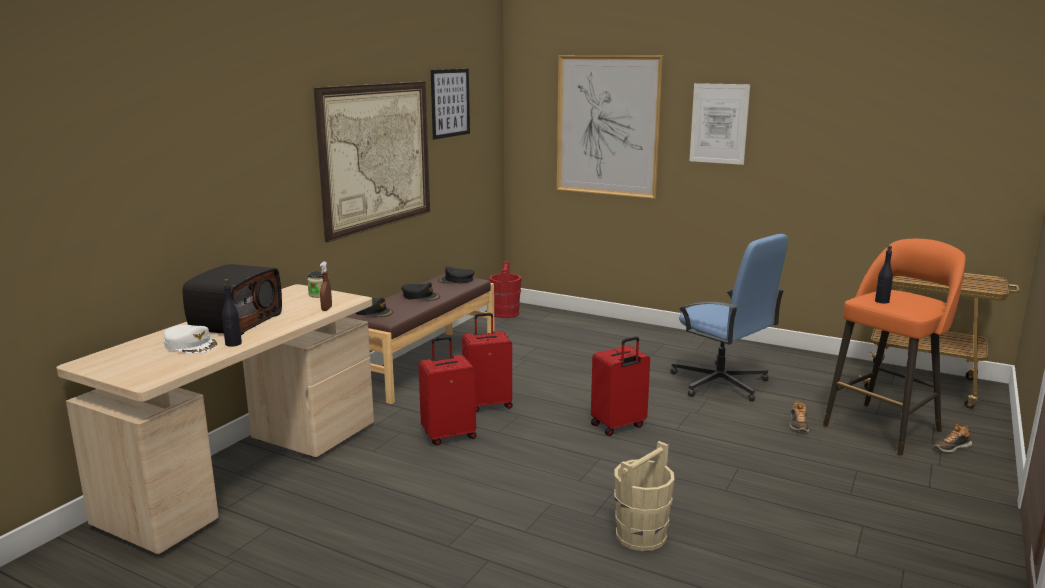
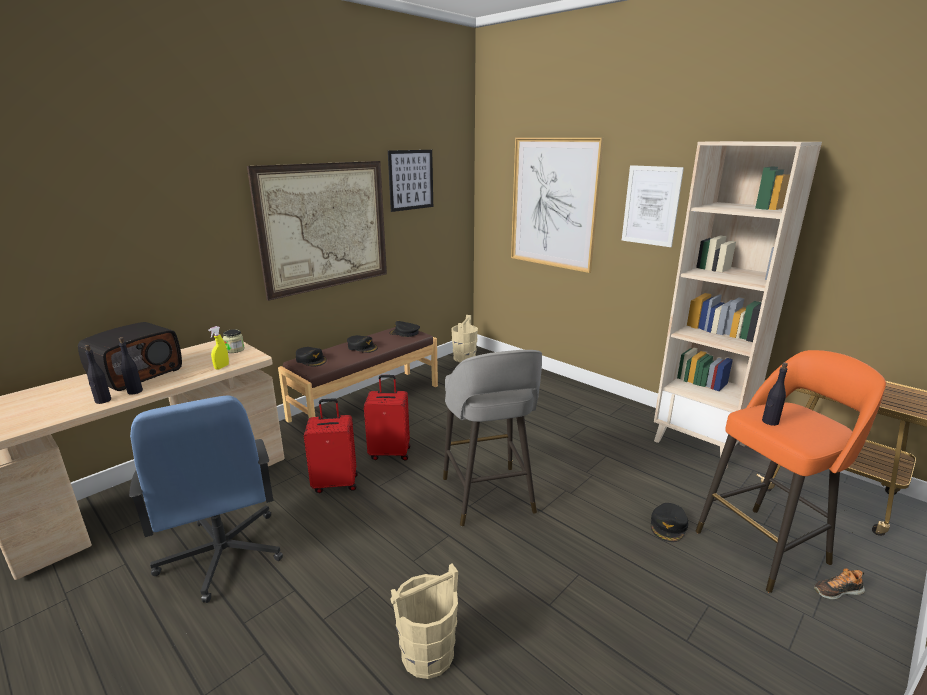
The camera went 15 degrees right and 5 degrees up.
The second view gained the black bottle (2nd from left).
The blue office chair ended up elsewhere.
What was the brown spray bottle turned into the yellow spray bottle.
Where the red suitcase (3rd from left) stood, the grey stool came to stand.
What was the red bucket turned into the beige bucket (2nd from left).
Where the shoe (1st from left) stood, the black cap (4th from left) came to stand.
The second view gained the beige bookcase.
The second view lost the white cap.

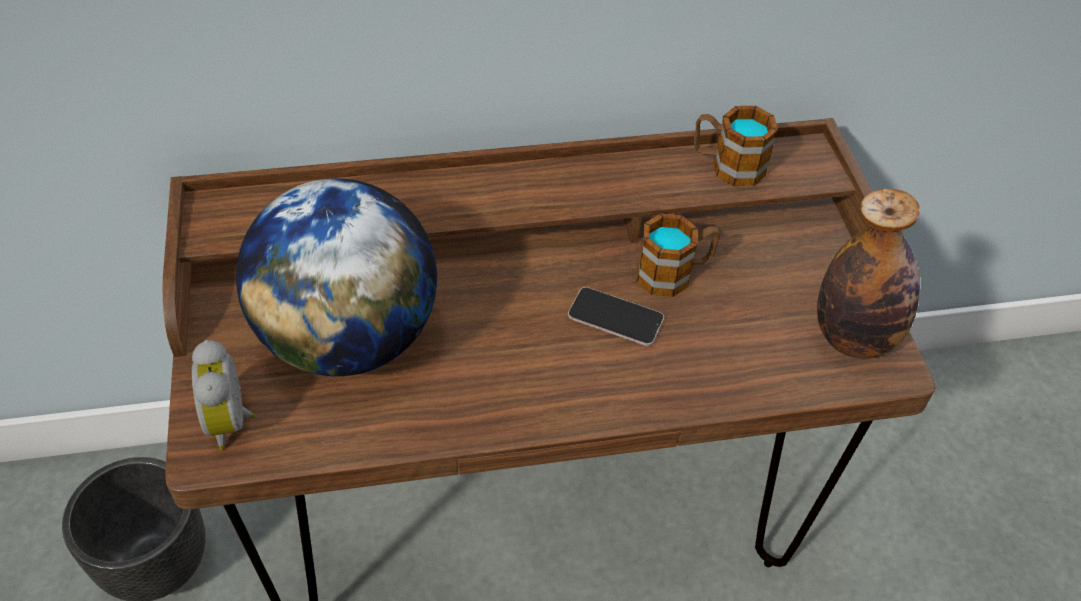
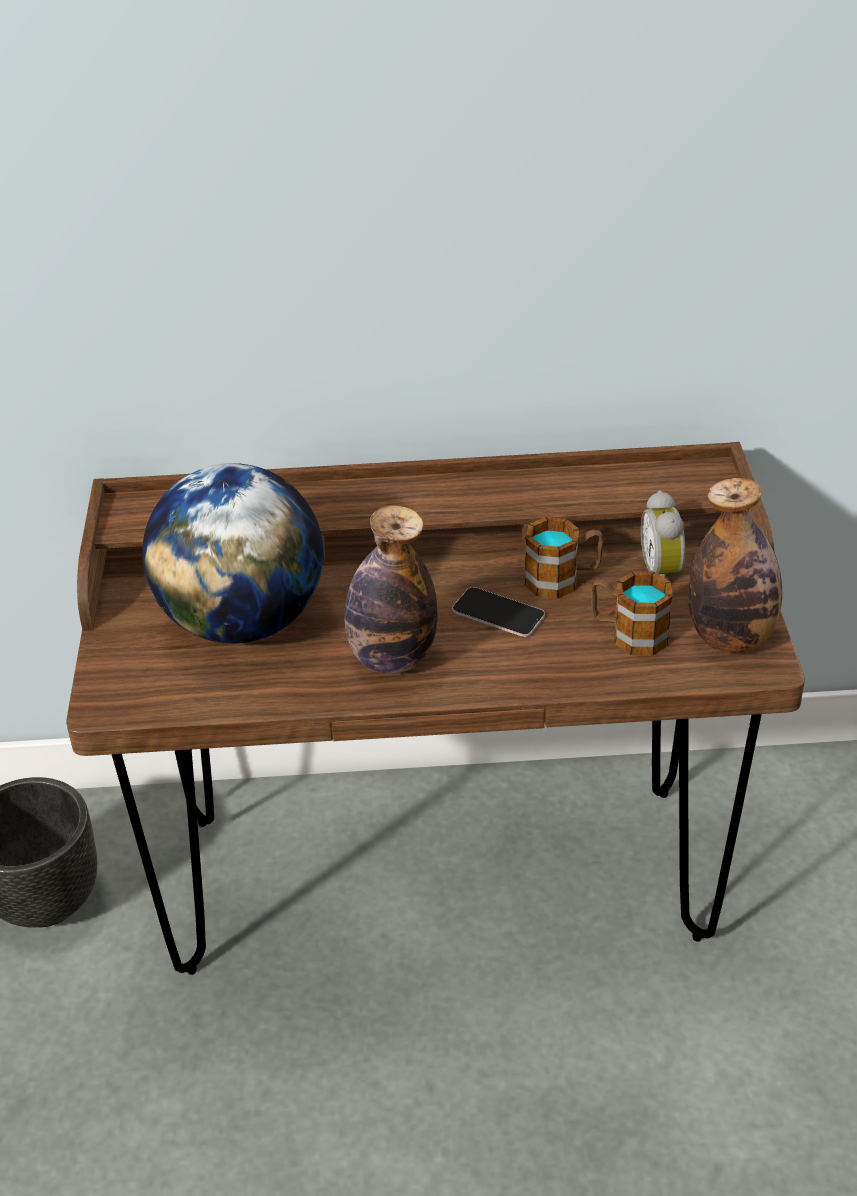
The camera went 10 degrees right and 10 degrees down.
The second view gained the bottle (1st from left).
The mug (2nd from left) ended up elsewhere.
The alarm clock ended up elsewhere.

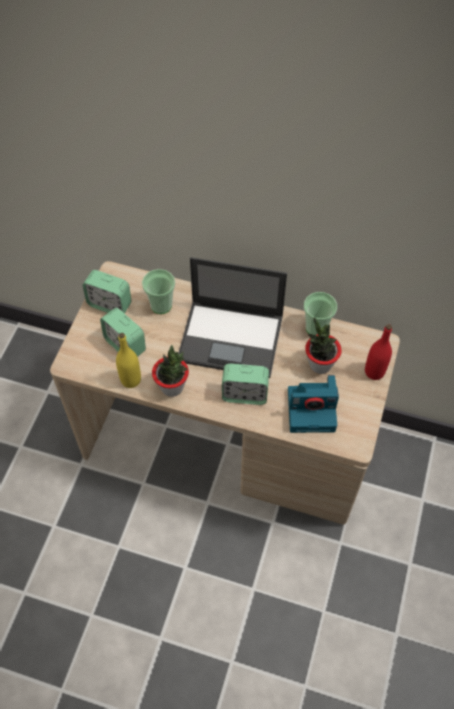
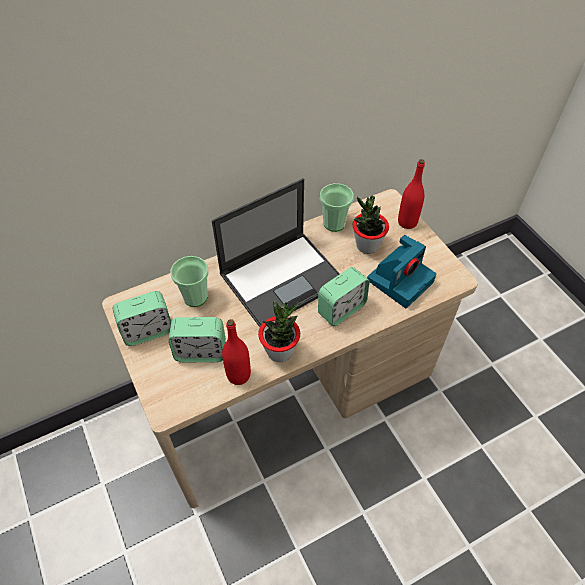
The camera went 45 degrees left and 5 degrees down.
What was the yellow bottle turned into the red bottle (1st from left).

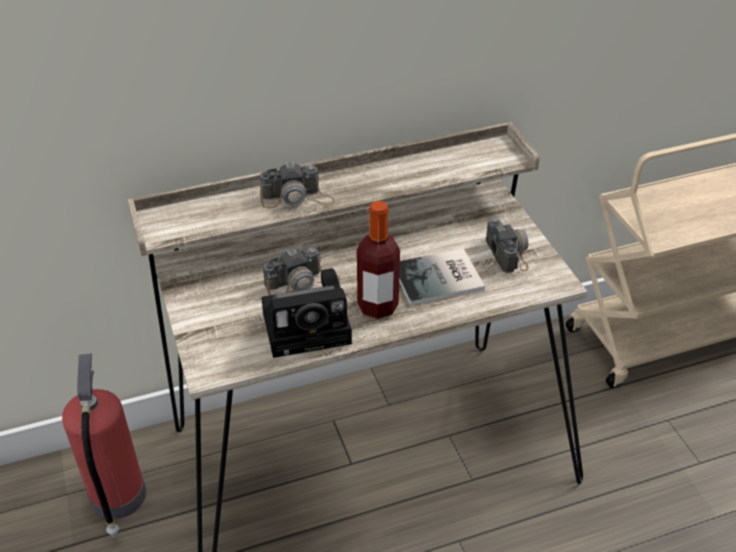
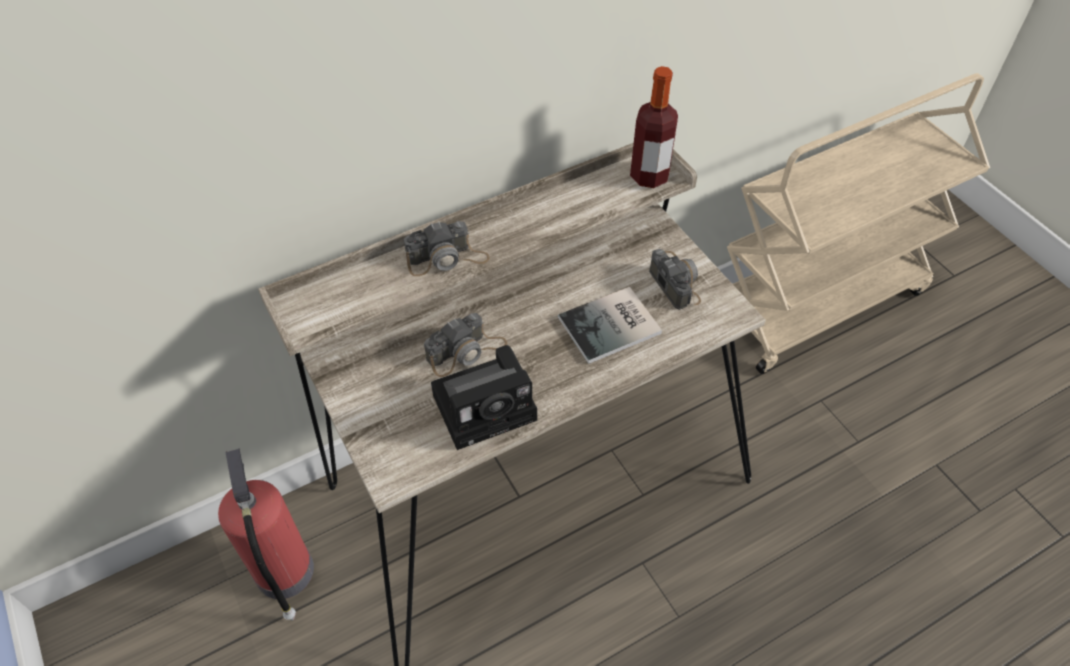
The camera went 10 degrees left and 10 degrees up.
The bottle ended up elsewhere.

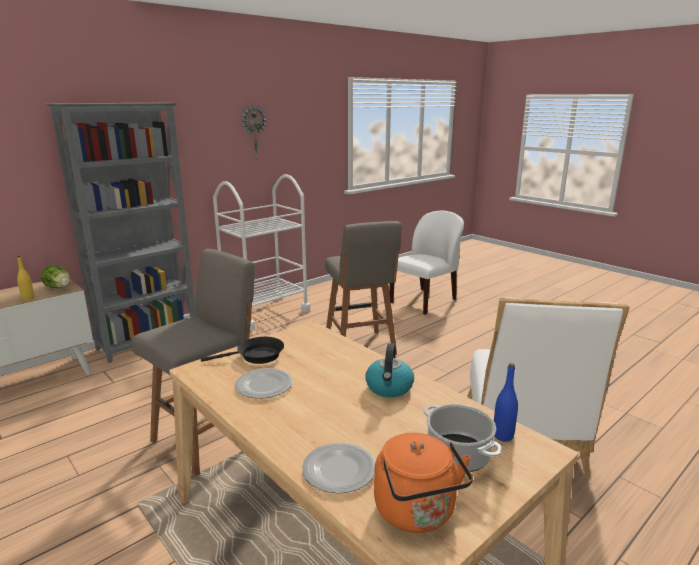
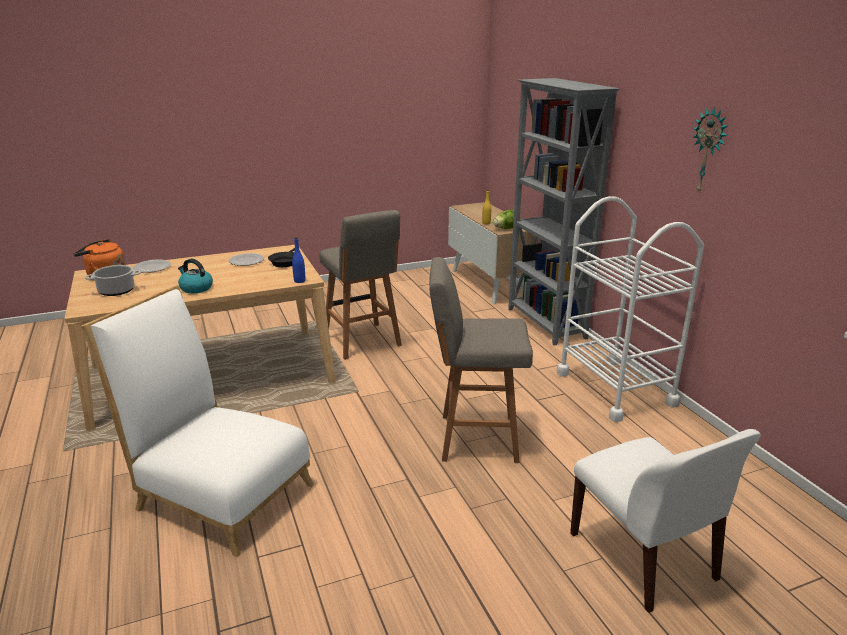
The camera went 110 degrees right and 5 degrees up.
The blue bottle ended up elsewhere.

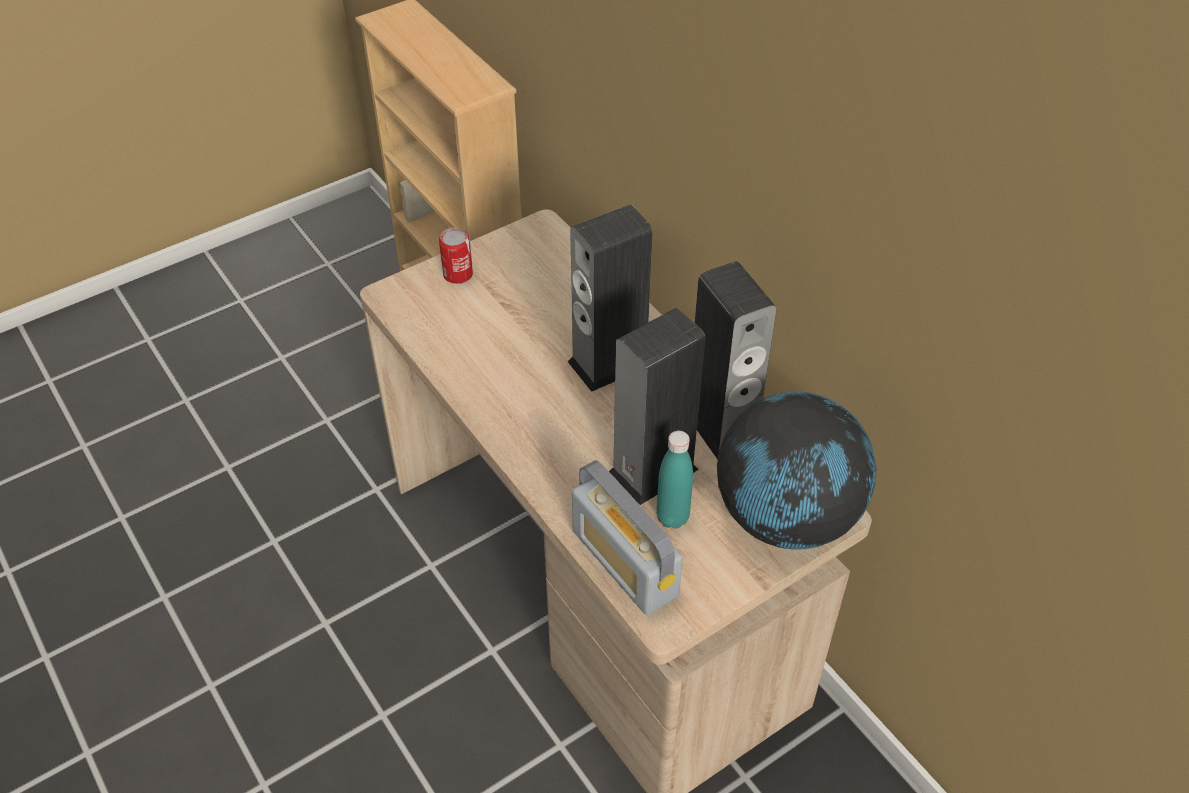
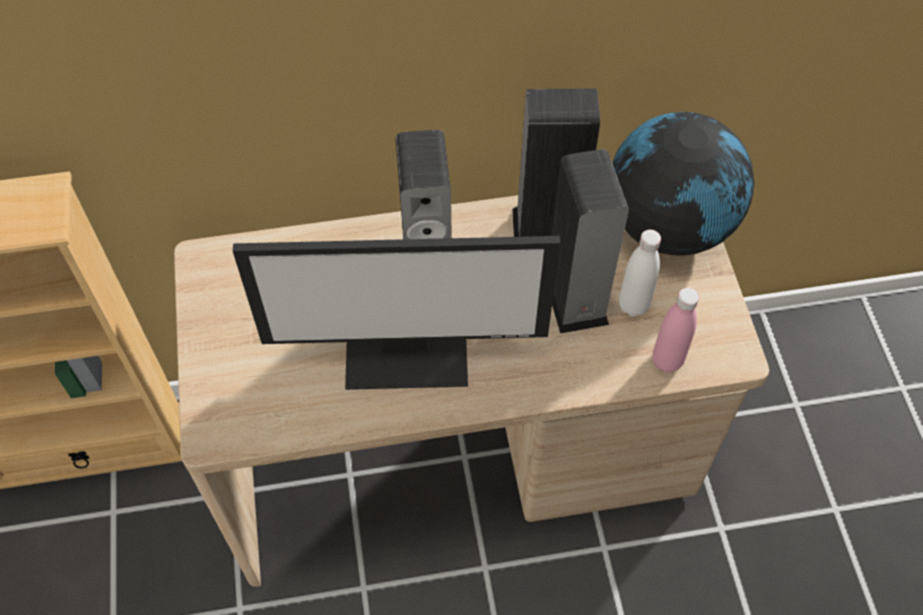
The camera went 65 degrees left and 10 degrees up.
The second view gained the monitor.
What was the turquoise bottle turned into the white bottle.
Where the radio stood, the pink bottle came to stand.
The second view lost the can.

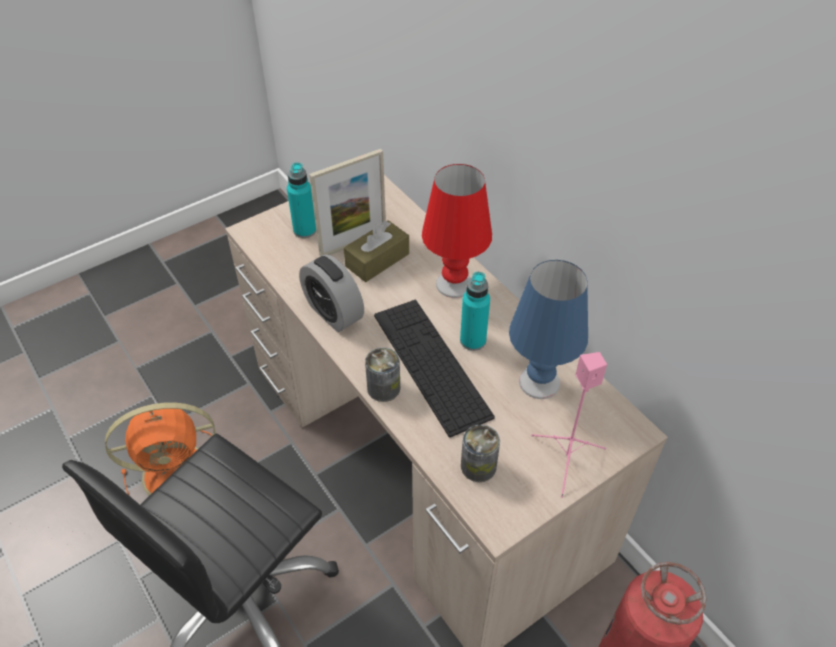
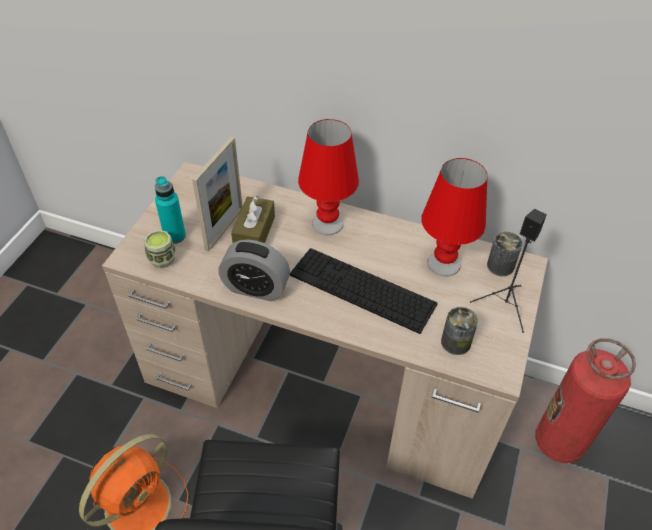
The camera went 35 degrees left and 0 degrees up.
The second view gained the cup.
What was the blue table lamp turned into the red table lamp (2nd from left).
What was the pink speaker turned into the black speaker.
The can (1st from left in the first image) ended up elsewhere.
The second view lost the turquoise bottle (2nd from left).

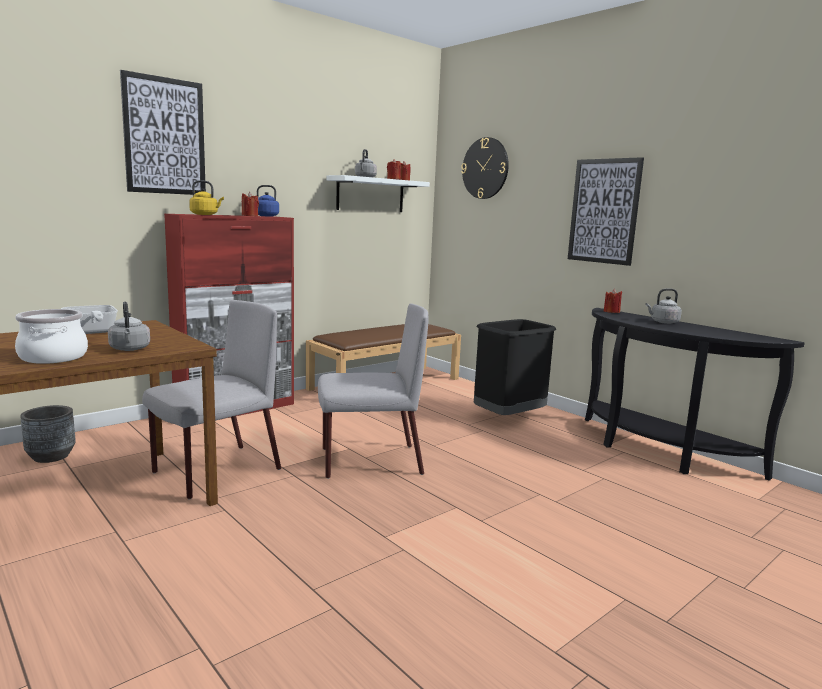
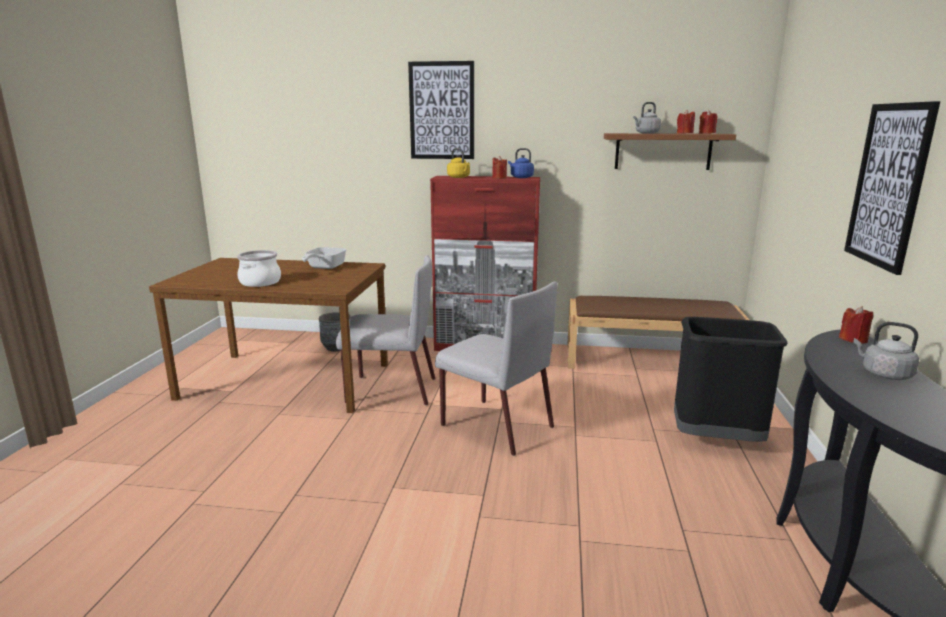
The camera went 50 degrees right and 5 degrees up.
What was the white shelf turned into the brown shelf.
The second view lost the grey kettle (1st from left).
The second view lost the wall clock.

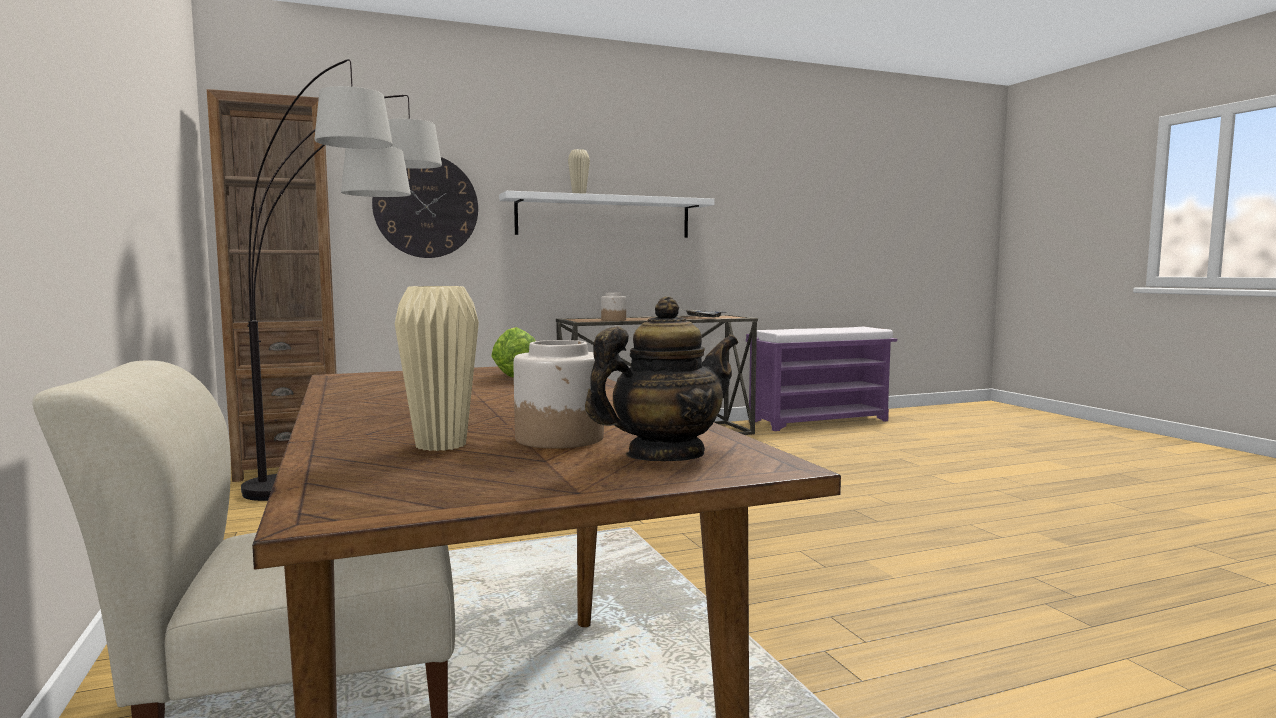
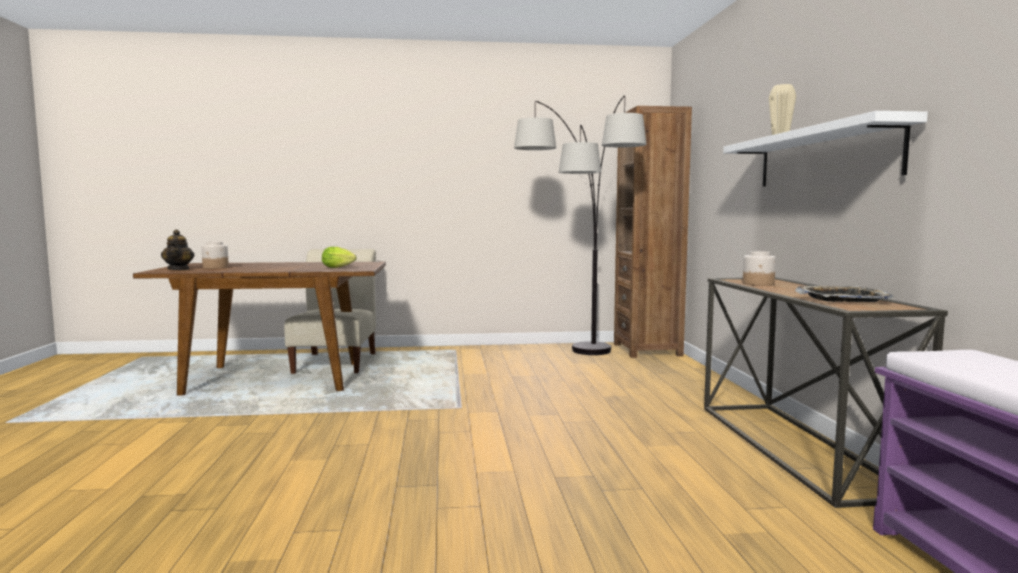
The camera went 105 degrees right and 0 degrees up.
The second view lost the wall clock.
The second view lost the beige vase (1st from left).

